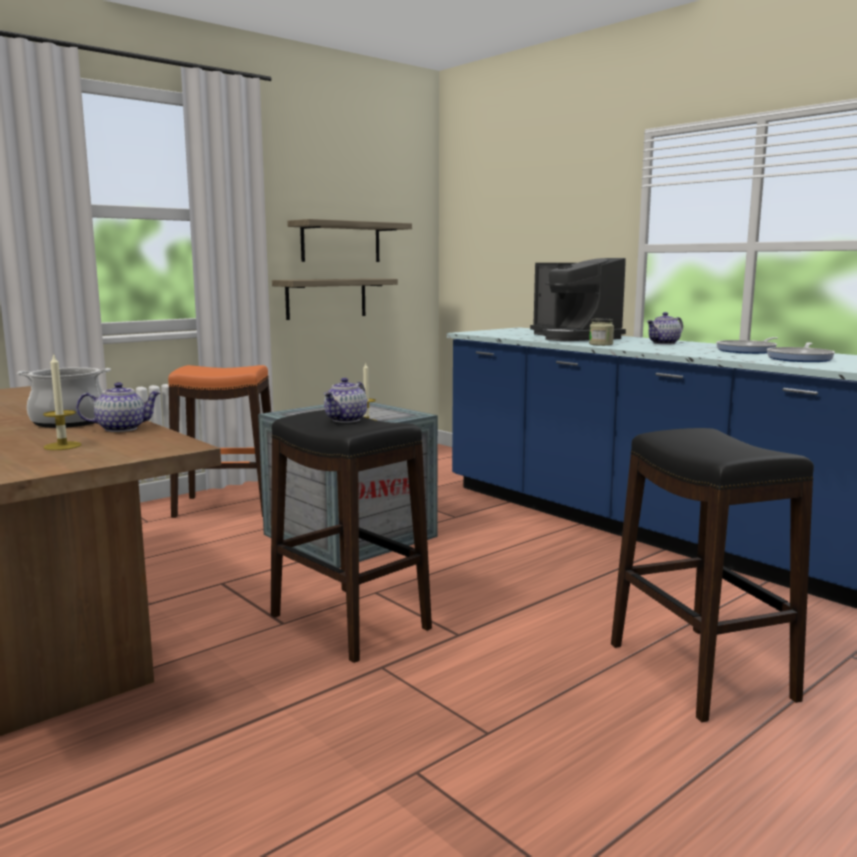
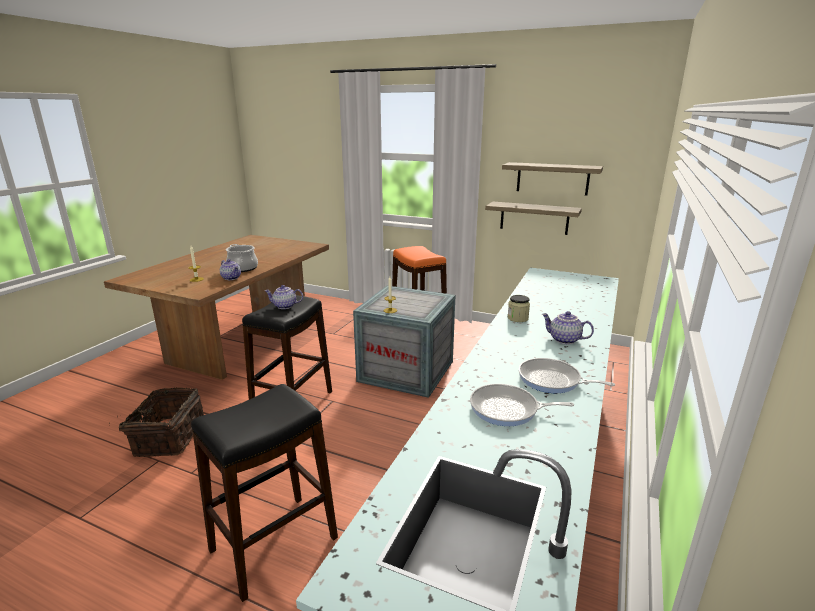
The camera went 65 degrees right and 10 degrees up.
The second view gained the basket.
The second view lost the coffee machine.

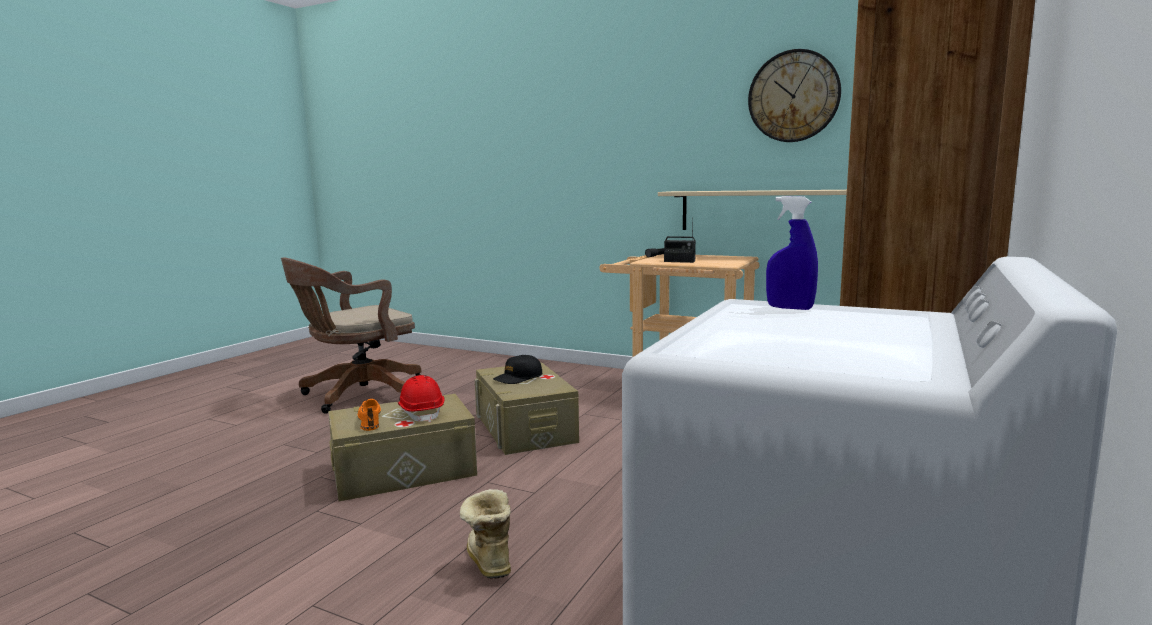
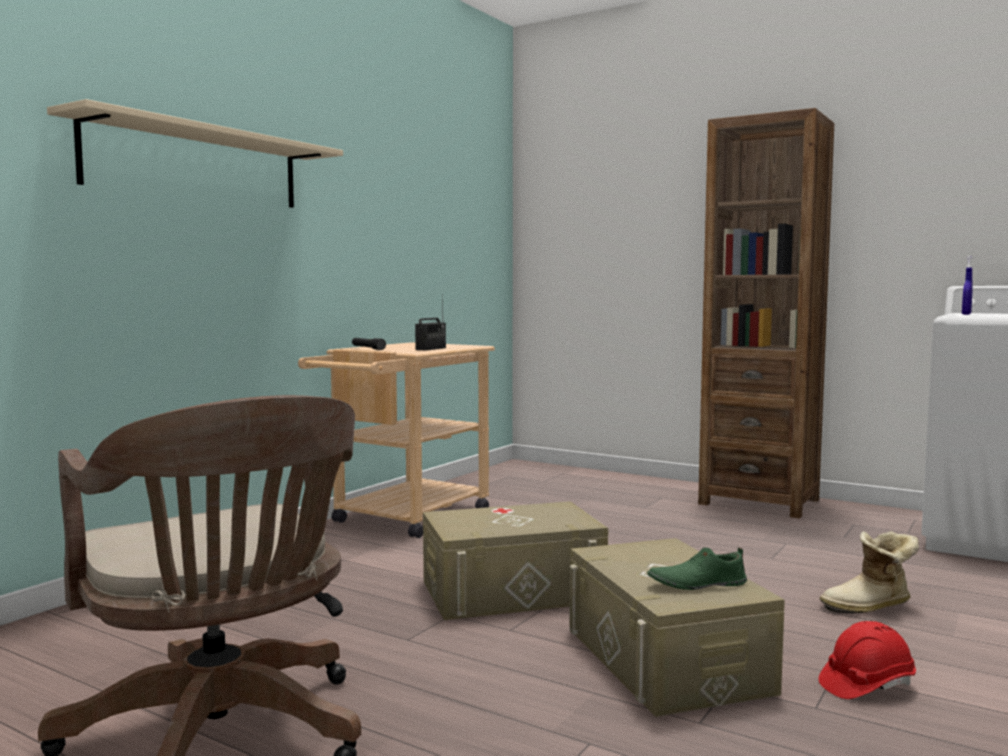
The camera went 85 degrees left and 5 degrees down.
The beige shelf ended up elsewhere.
What was the orange shoe turned into the green shoe.
The red hard hat ended up elsewhere.
The second view lost the black cap.
The second view lost the wall clock.

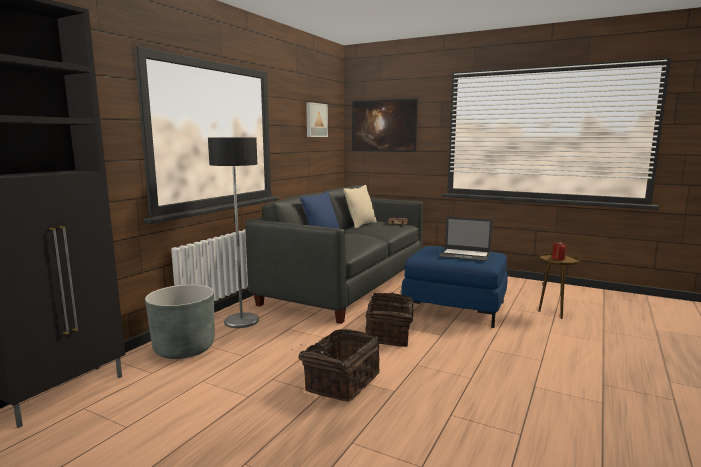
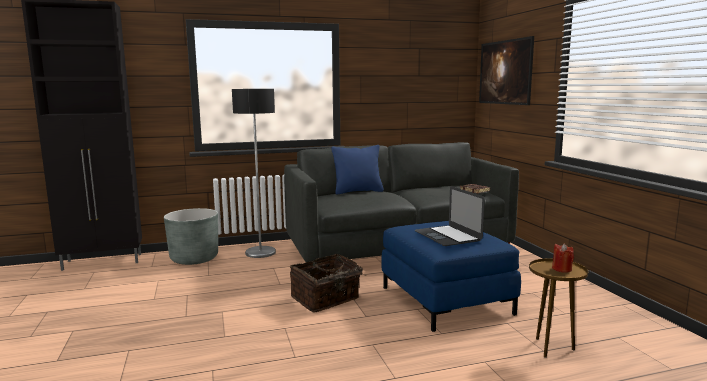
The camera went 45 degrees right and 0 degrees up.
The second view lost the basket (1st from left).
The second view lost the picture (1st from left).
The second view lost the beige pillow.

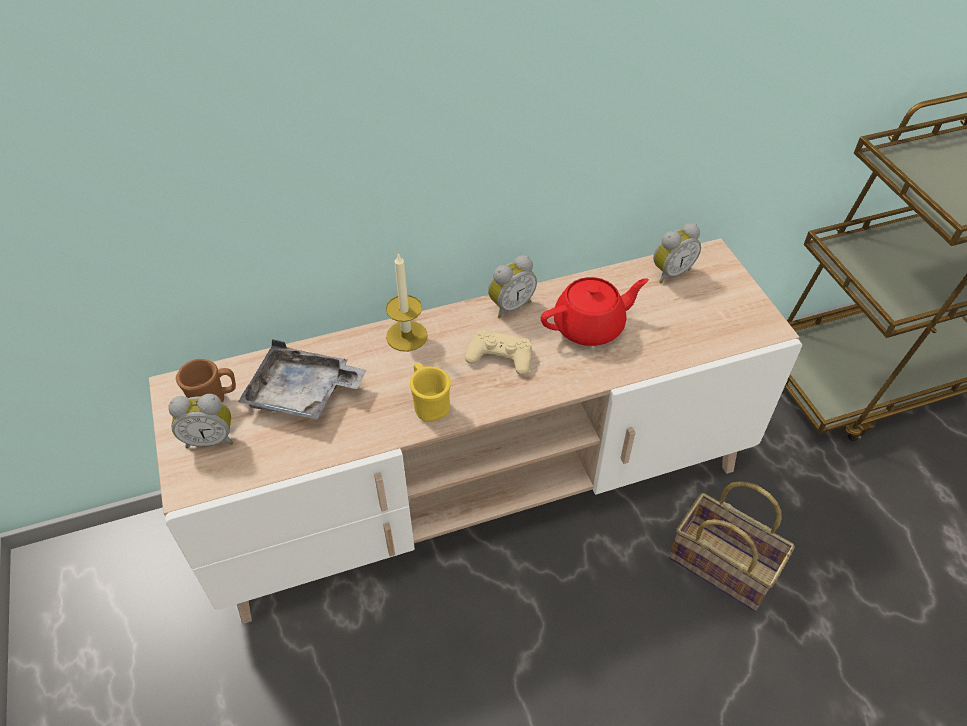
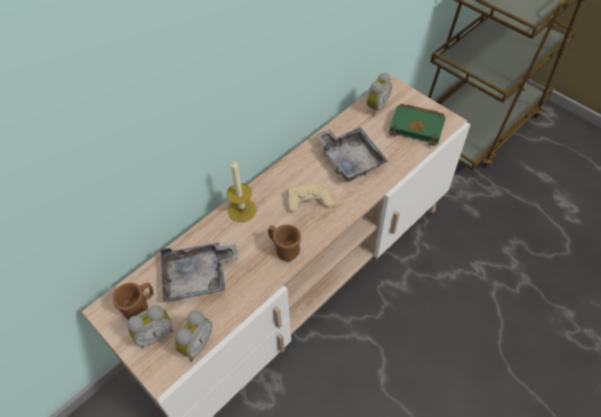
The camera went 25 degrees left and 5 degrees up.
The alarm clock (2nd from left) ended up elsewhere.
What was the yellow mug turned into the brown mug (2nd from left).
Where the red teapot stood, the grey tray (2nd from left) came to stand.
The second view gained the green book.
The second view lost the basket.

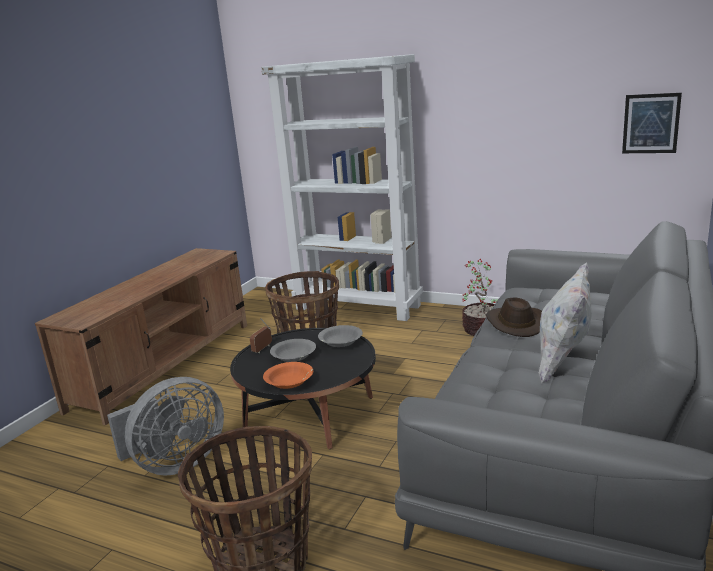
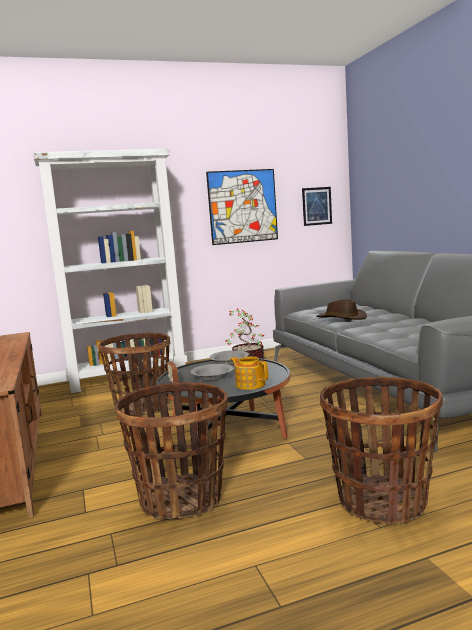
The camera went 45 degrees left and 10 degrees down.
Where the grey fan stood, the basket (2nd from left) came to stand.
The second view gained the picture (1st from left).
Where the orange bowl stood, the teapot came to stand.
The second view lost the white pillow.

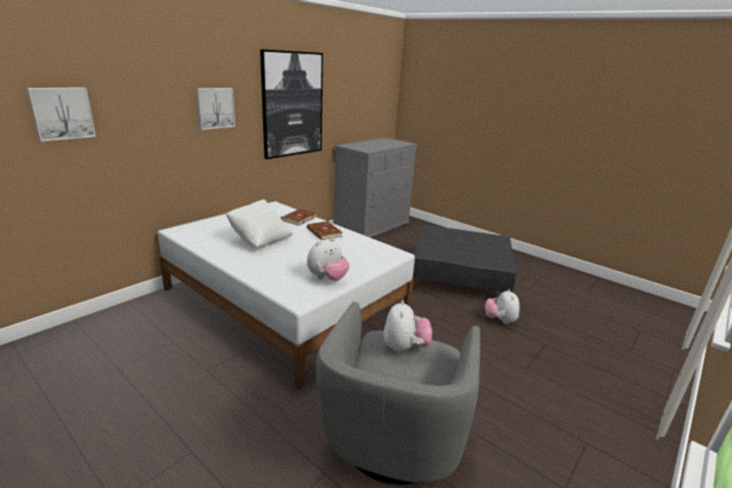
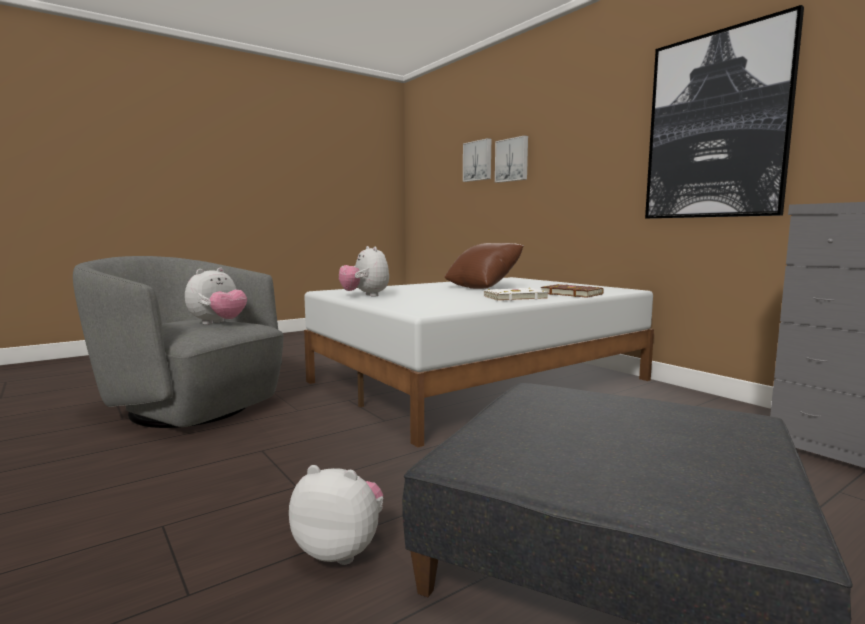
The camera went 105 degrees right and 15 degrees down.
The plush toy (2nd from left in the first image) ended up facing another way, 75 degrees counterclockwise from before.
What was the white pillow turned into the brown pillow.
What was the brown book (2nd from left) turned into the white book.
The picture (2nd from left) ended up elsewhere.

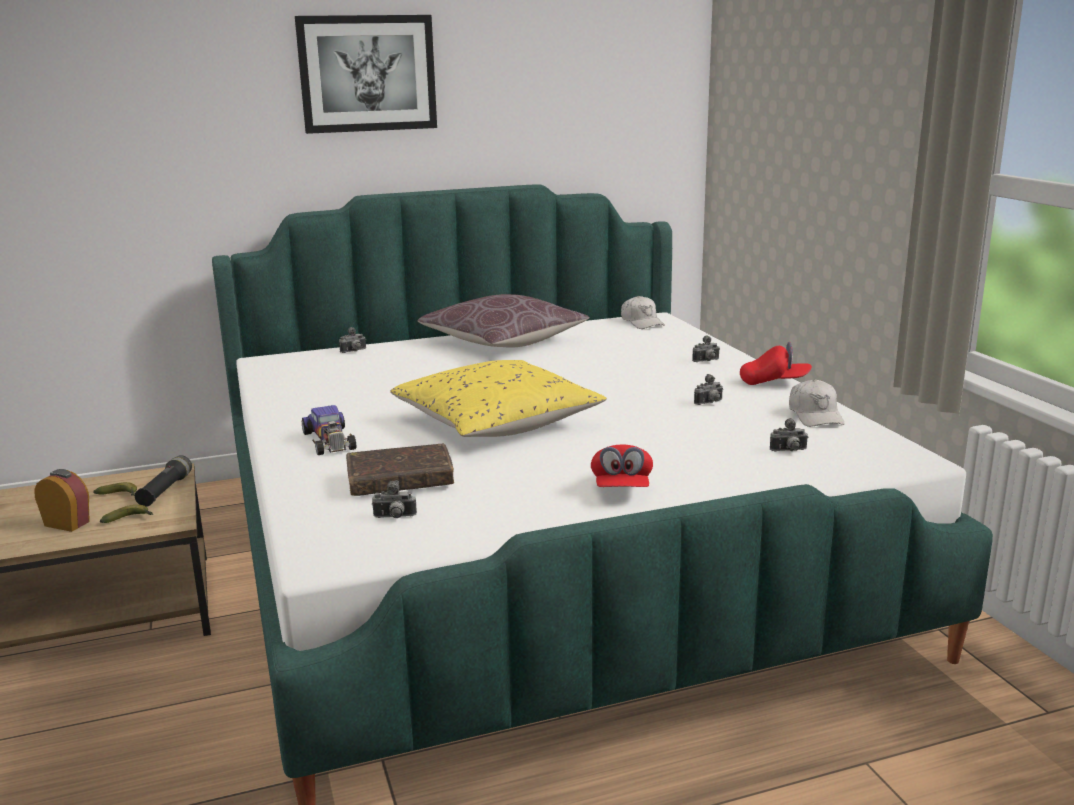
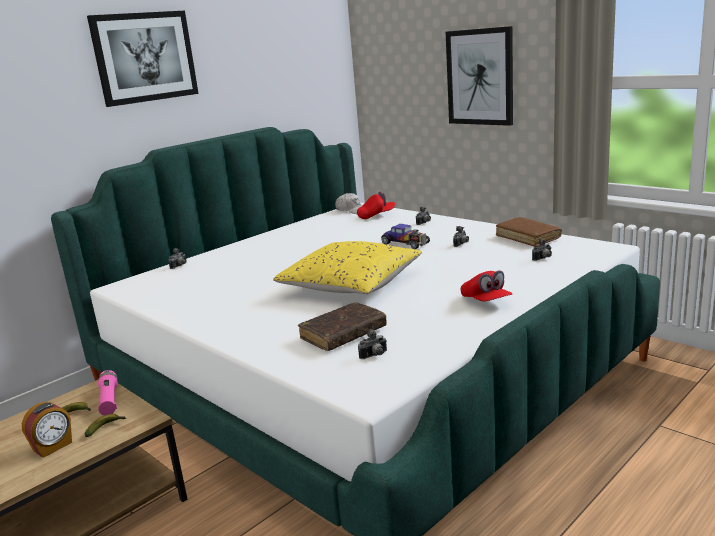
The camera went 25 degrees left and 0 degrees up.
The alarm clock ended up facing another way, 135 degrees clockwise from before.
What was the black flashlight turned into the pink flashlight.
The red cap (2nd from left in the first image) ended up elsewhere.
The toy car ended up elsewhere.
The second view gained the picture (2nd from left).
Where the white cap (2nd from left) stood, the brown book (2nd from left) came to stand.
The second view lost the brown pillow.

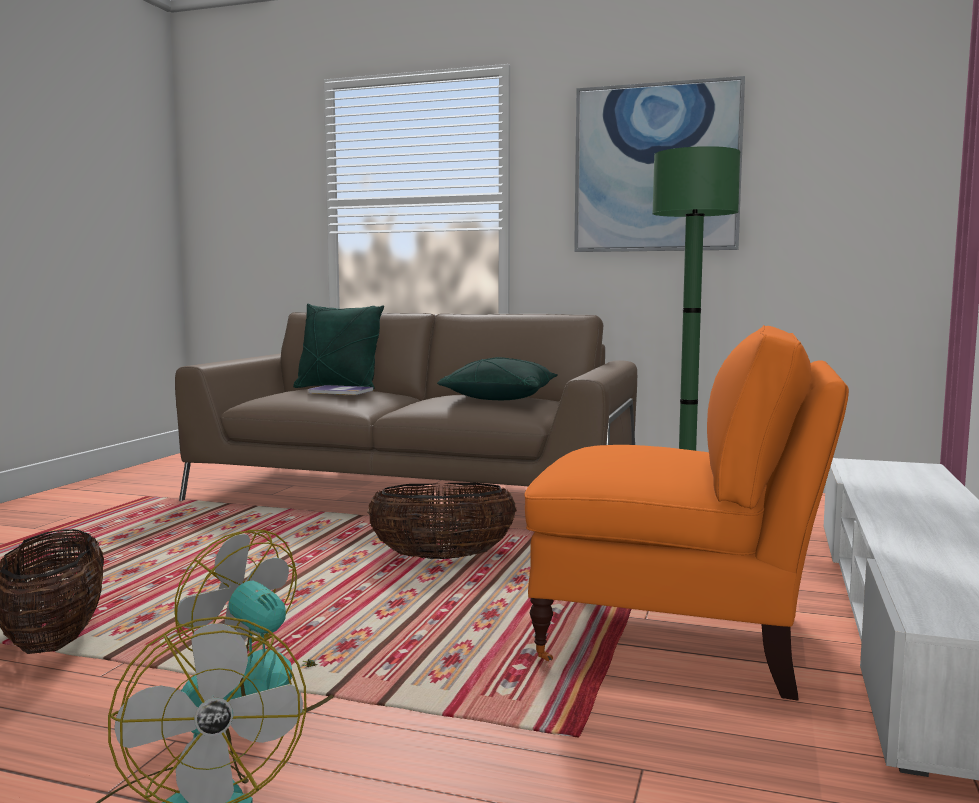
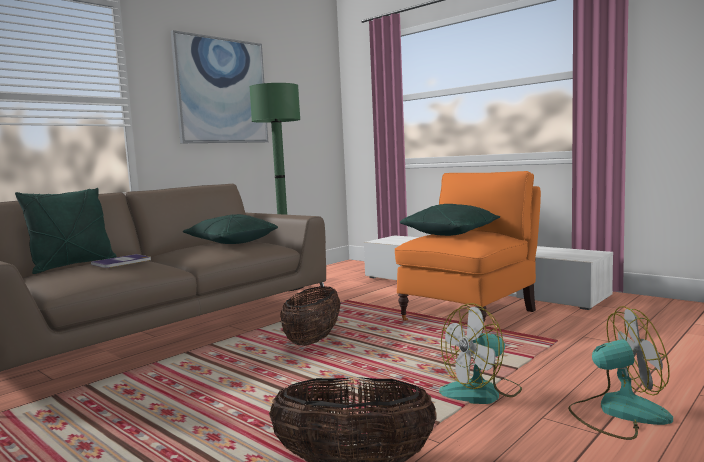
The camera went 65 degrees left and 0 degrees up.
The second view gained the green pillow (3rd from left).

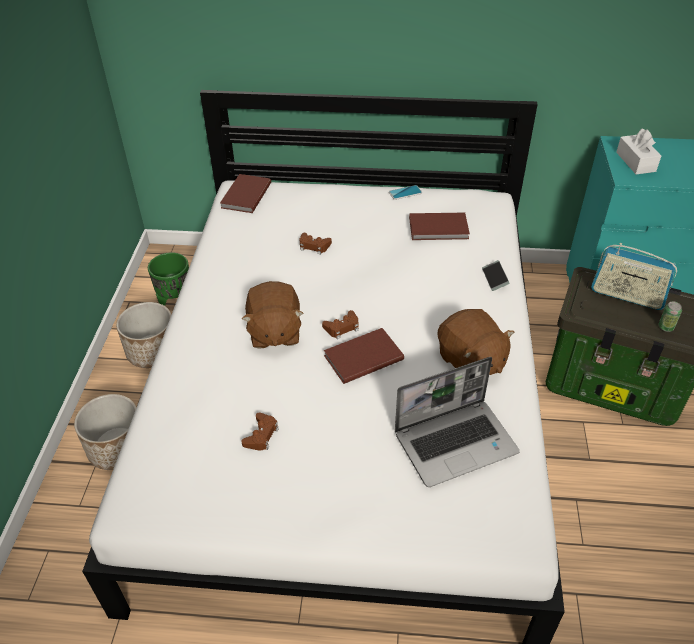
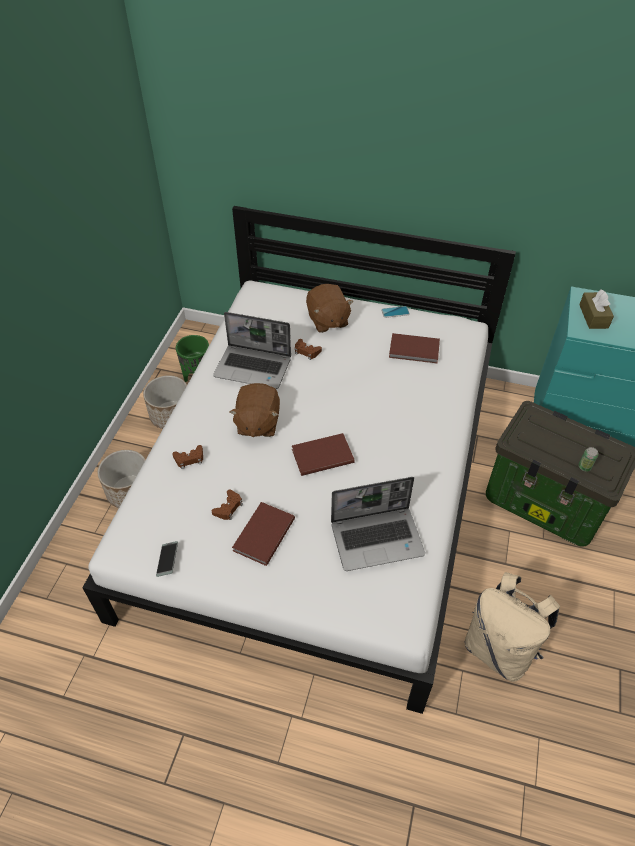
The camera went 10 degrees right and 5 degrees up.
The phone (2nd from left in the first image) ended up elsewhere.
The brown game controller (3rd from left in the first image) ended up elsewhere.
The second view gained the laptop (1st from left).
The brown book (1st from left) ended up elsewhere.
The brown plush toy (2nd from left) ended up elsewhere.
The second view gained the beige backpack.
What was the white tissue box turned into the brown tissue box.
The second view lost the radio.

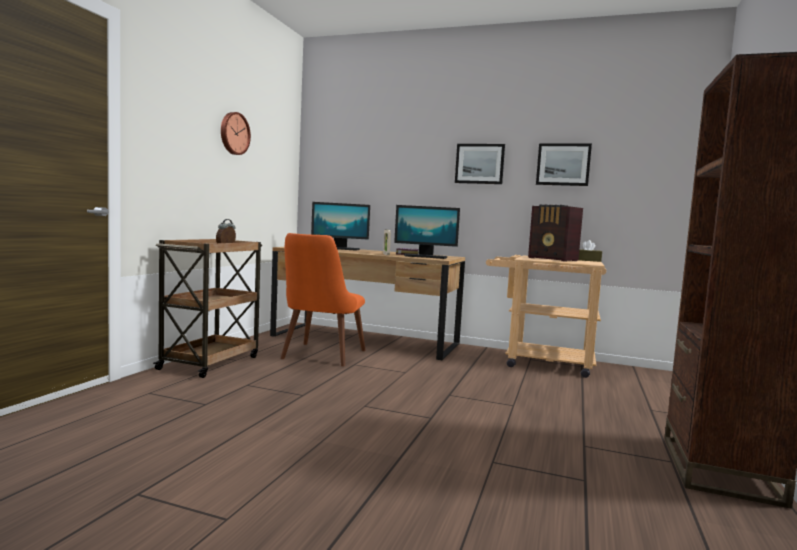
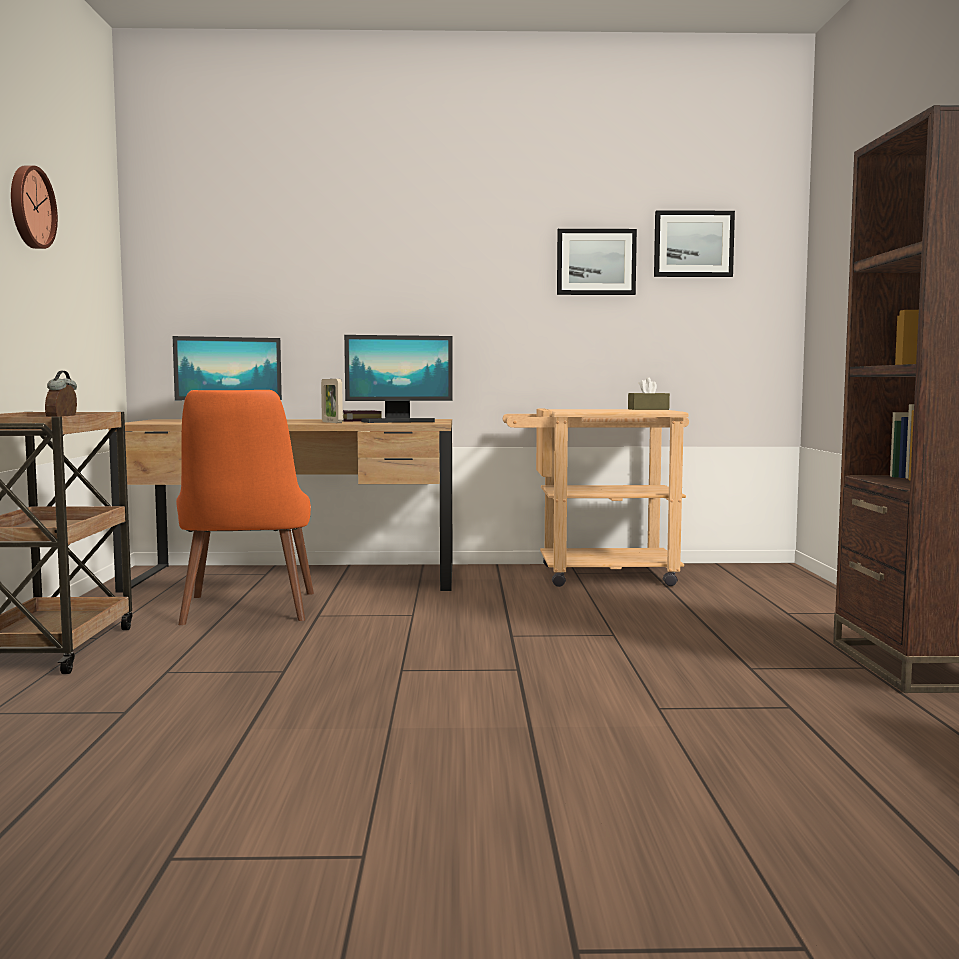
The camera went 20 degrees left and 0 degrees up.
The picture (1st from left in the first image) ended up elsewhere.
The second view lost the radio.

